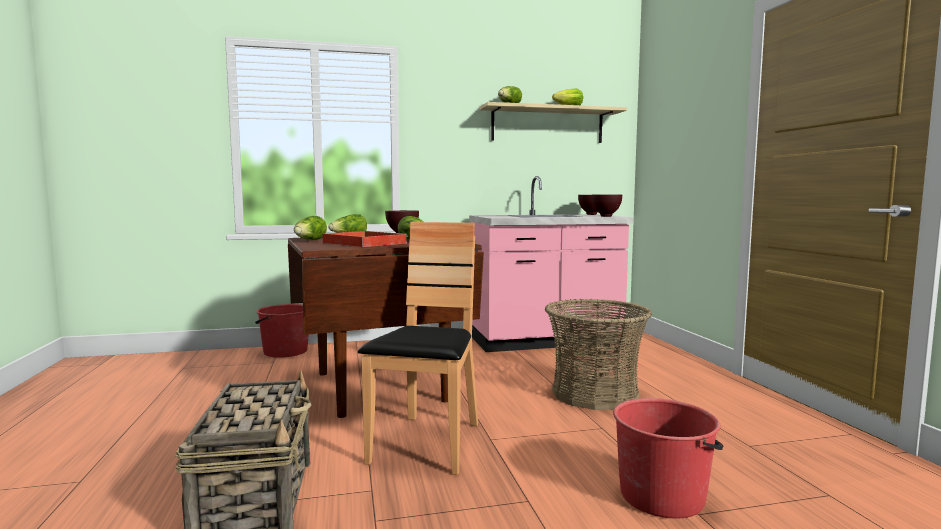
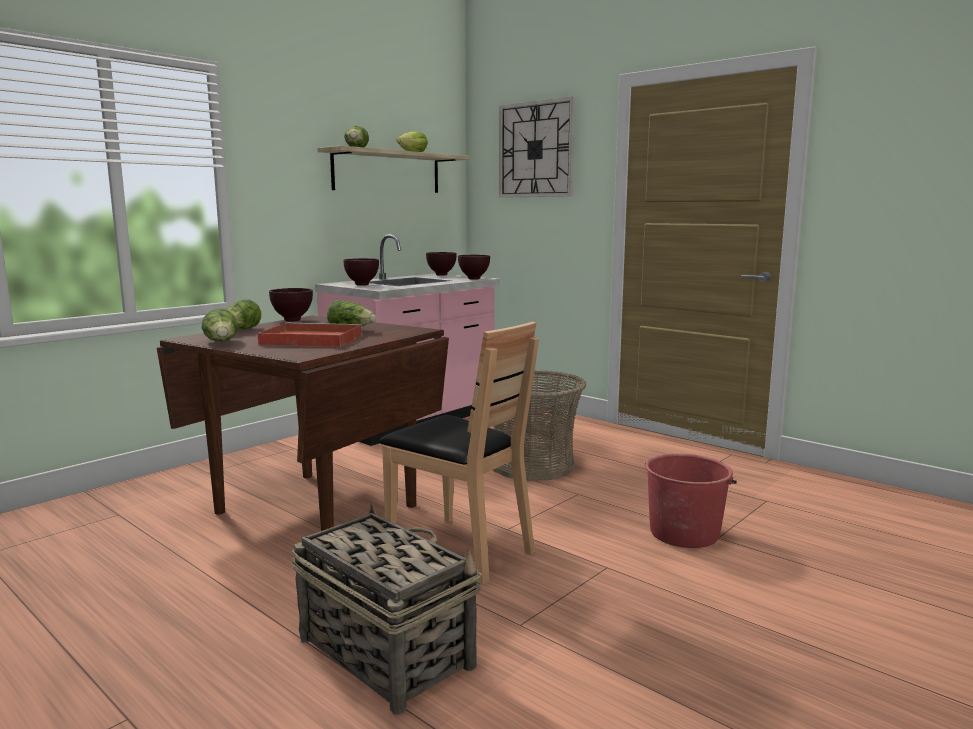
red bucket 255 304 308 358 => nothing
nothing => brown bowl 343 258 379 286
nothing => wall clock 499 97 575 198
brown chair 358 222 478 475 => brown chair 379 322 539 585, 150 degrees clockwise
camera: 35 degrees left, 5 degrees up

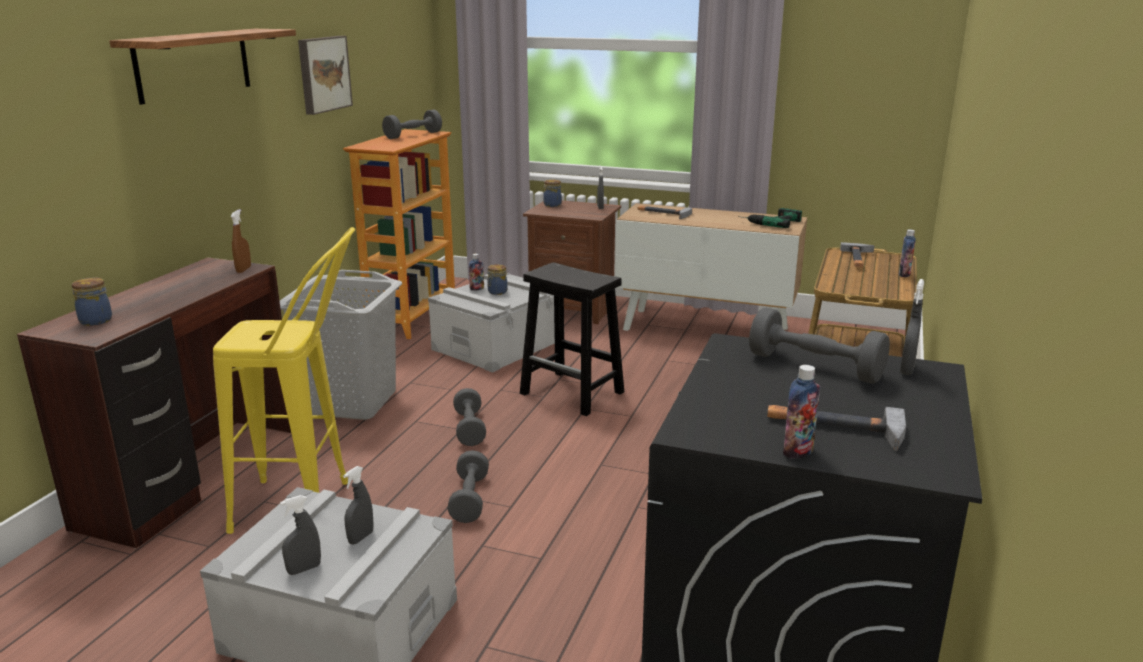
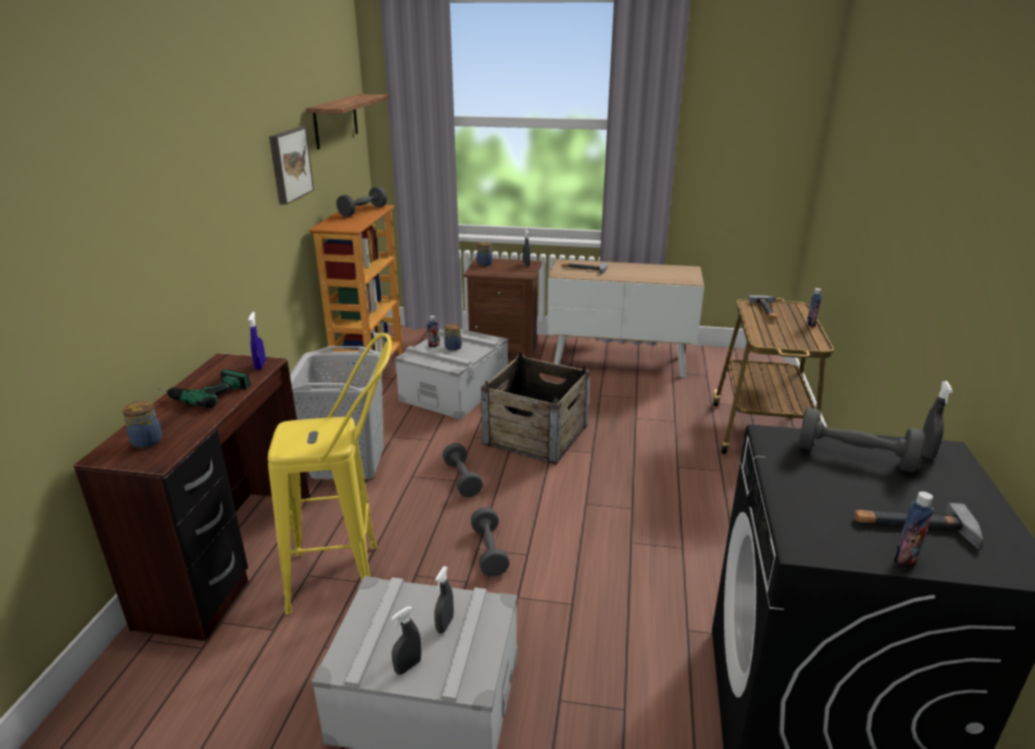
shelf 109 29 296 105 => shelf 306 94 389 149, move
power drill 738 208 802 228 => power drill 158 369 250 408, move
black stool 520 263 624 416 => crate 481 352 590 465
brown spray bottle 231 209 251 273 => blue spray bottle 248 312 266 370
camera: 10 degrees left, 5 degrees up

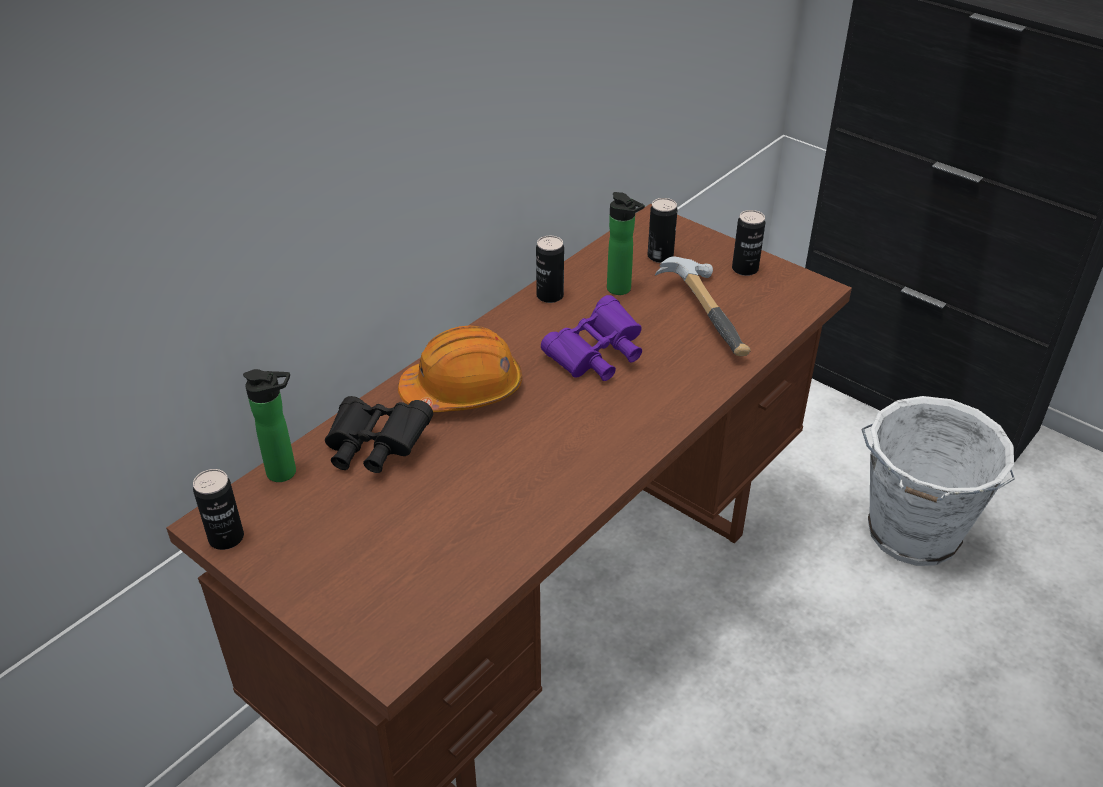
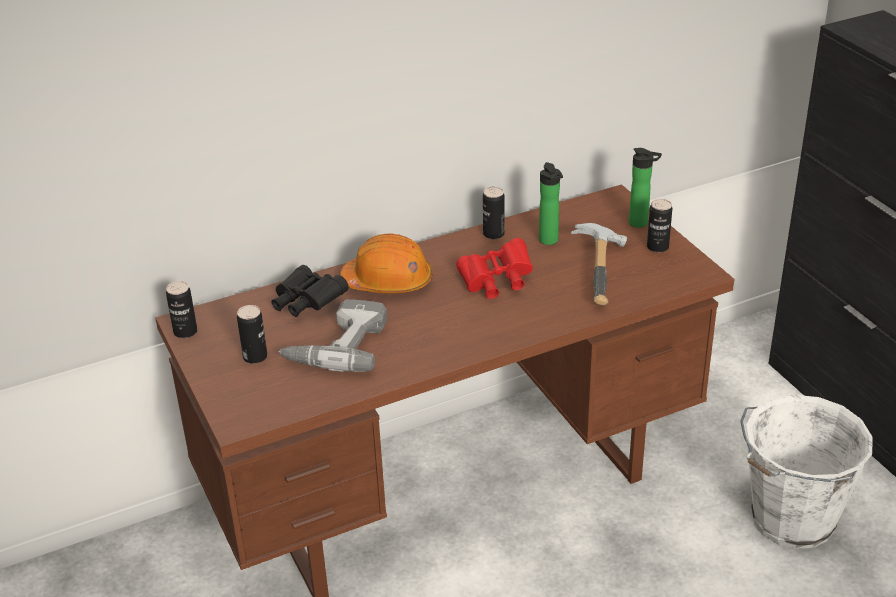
nothing => power drill 279 299 387 372
bottle 243 369 296 482 => bottle 629 148 662 228, move
can 647 198 677 263 => can 237 305 267 364, move
purple binoculars 541 295 642 381 => red binoculars 456 238 533 299
camera: 25 degrees right, 5 degrees down

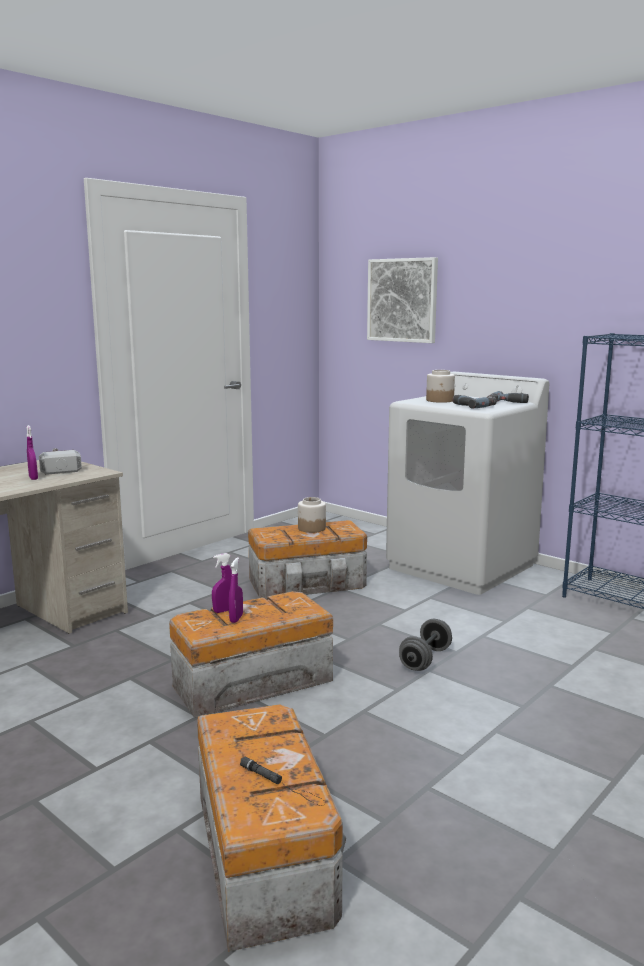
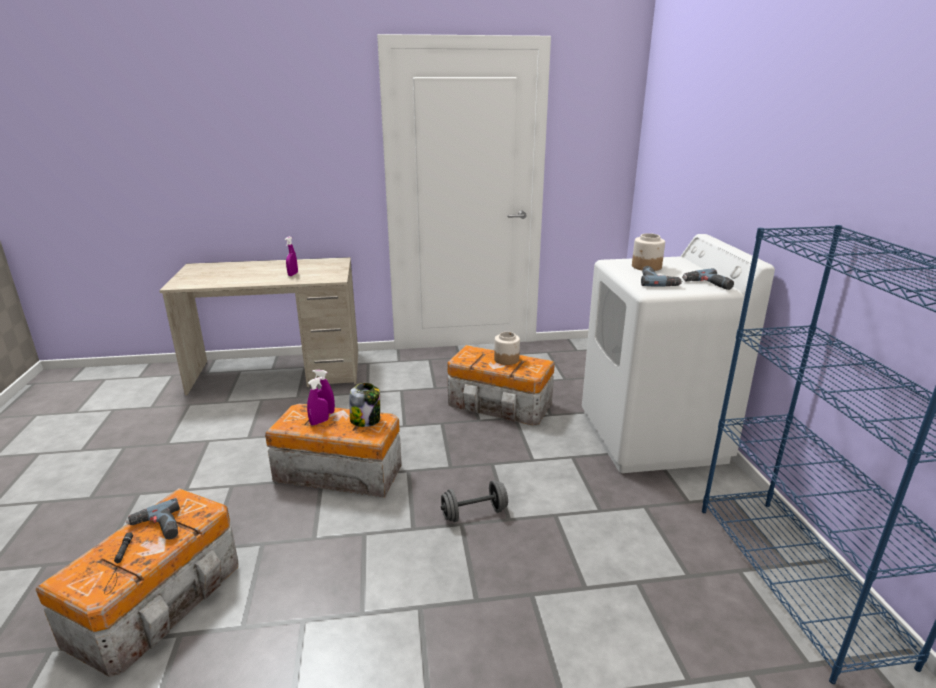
hammer 39 448 82 475 => nothing
picture 367 257 438 343 => nothing
nothing => power drill 126 498 180 539
nothing => jar 350 383 380 427
camera: 40 degrees right, 10 degrees up

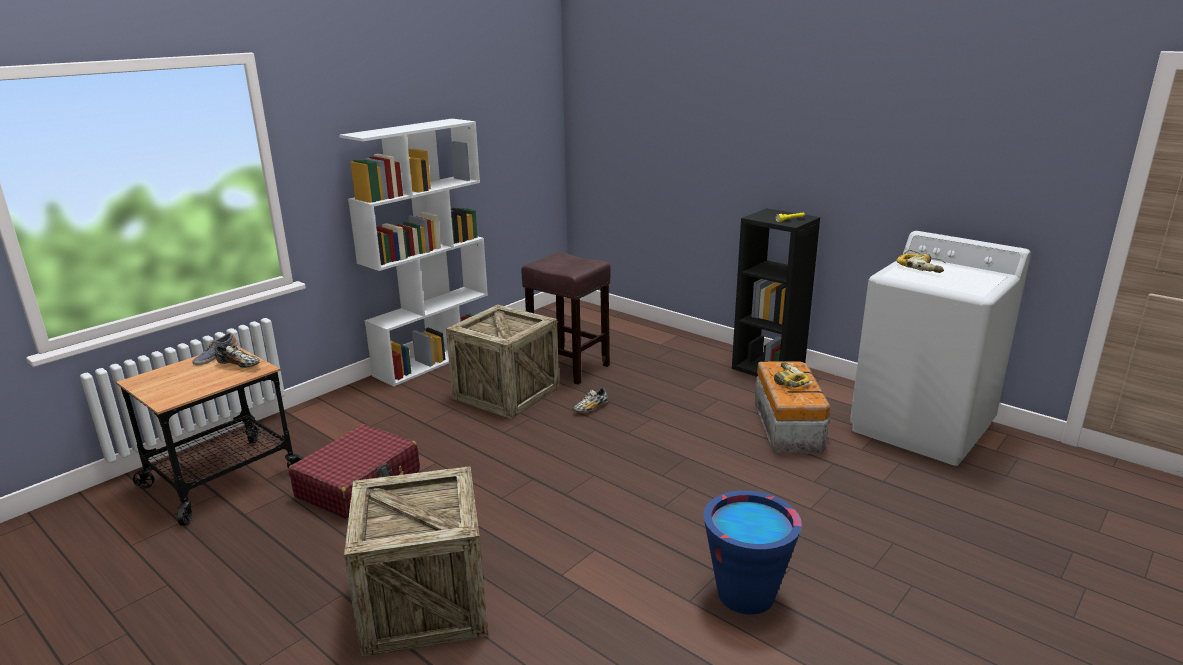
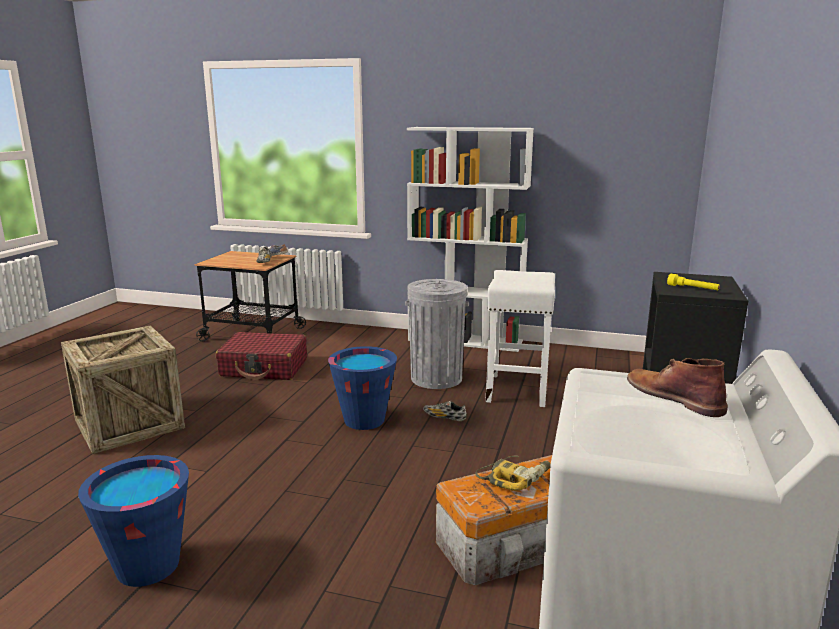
nothing => blue bucket 328 346 397 430
crate 446 304 559 419 => grey trash can 405 279 469 389
power drill 896 250 946 273 => brown boot 627 358 728 417
brown stool 521 252 611 385 => white stool 485 270 555 407
camera: 65 degrees right, 5 degrees down

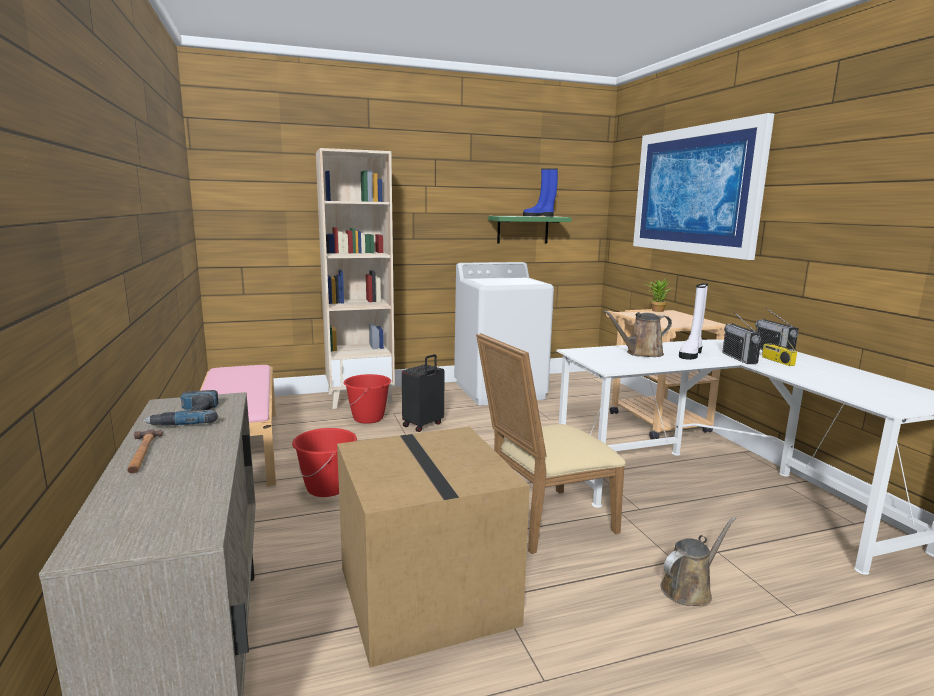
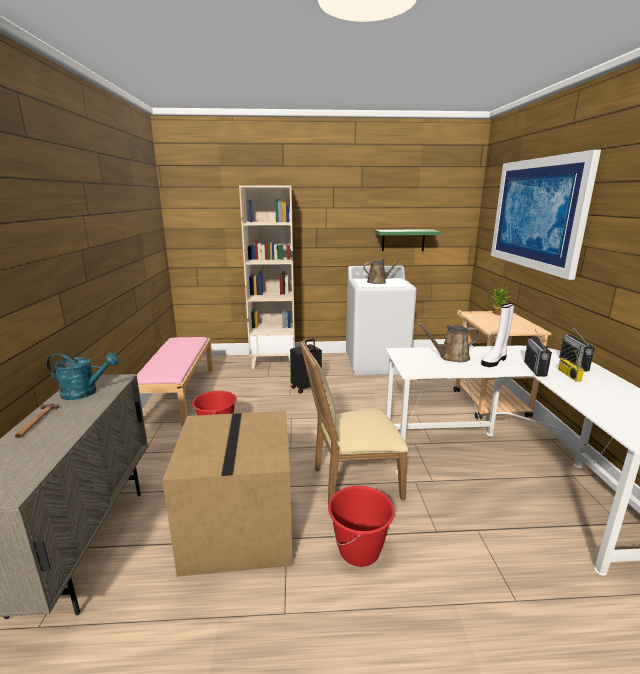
blue boot 523 168 558 217 => nothing
red bucket 344 374 391 424 => red bucket 328 486 395 567, move
brown watering can 660 517 736 606 => brown watering can 364 257 402 284, move
power drill 143 390 219 426 => turquoise watering can 46 353 119 400
camera: 15 degrees right, 5 degrees up

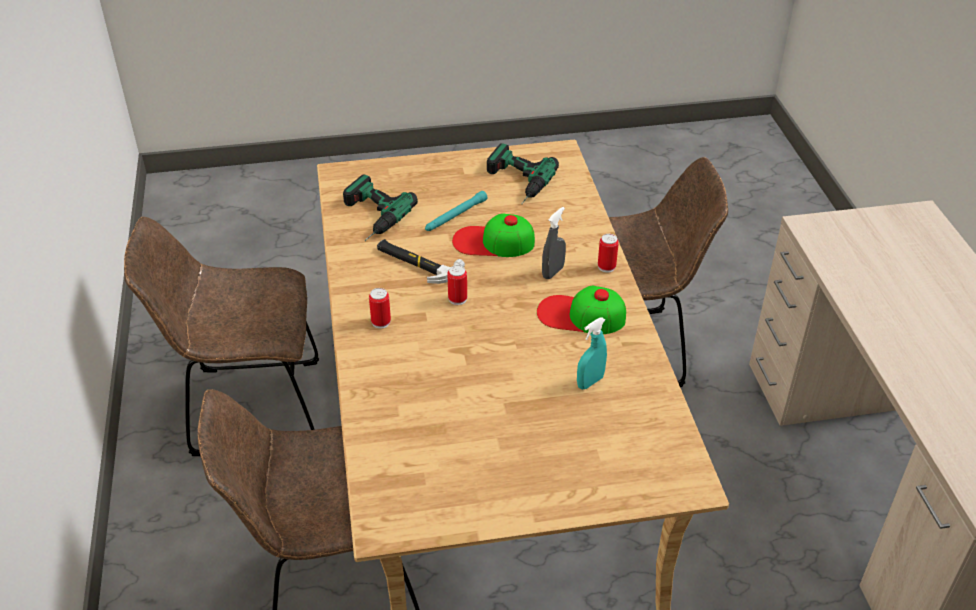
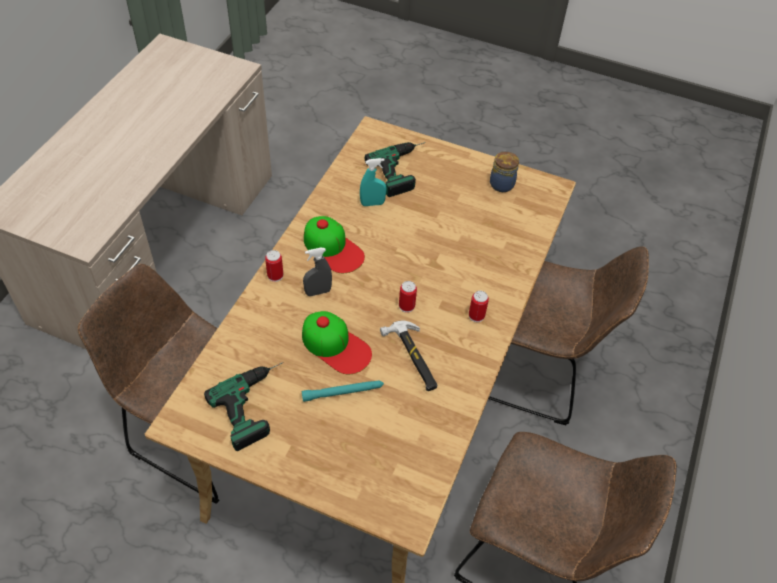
nothing => jar 490 151 519 192
power drill 343 174 418 241 => power drill 365 142 426 197, move
camera: 150 degrees left, 10 degrees up

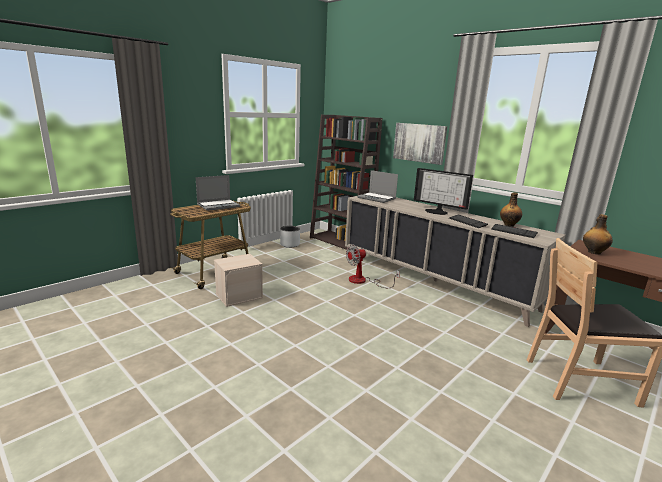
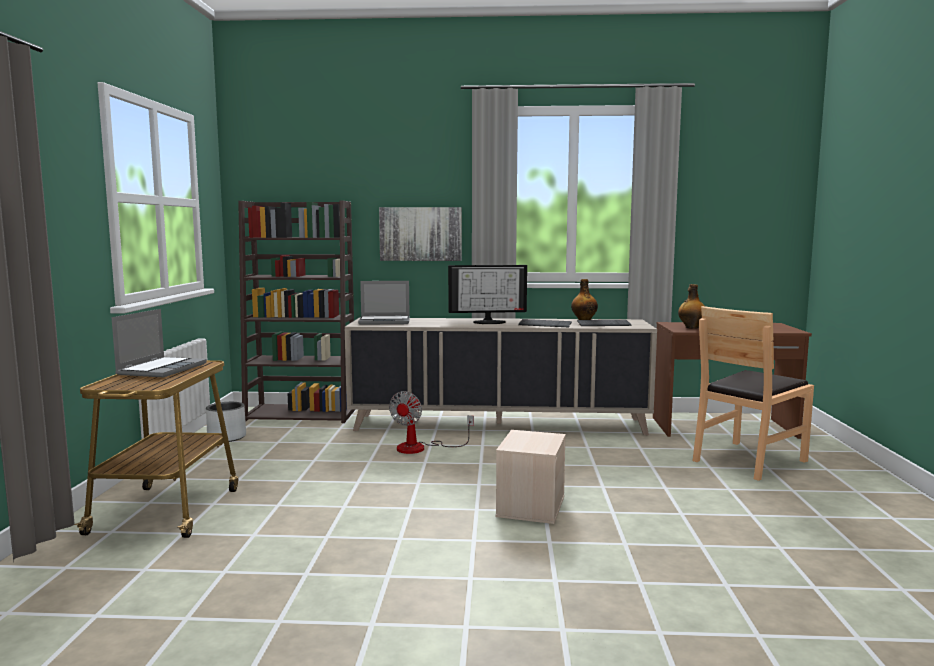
beige storage box 214 254 263 307 => beige storage box 496 430 566 524, move
camera: 40 degrees left, 10 degrees down

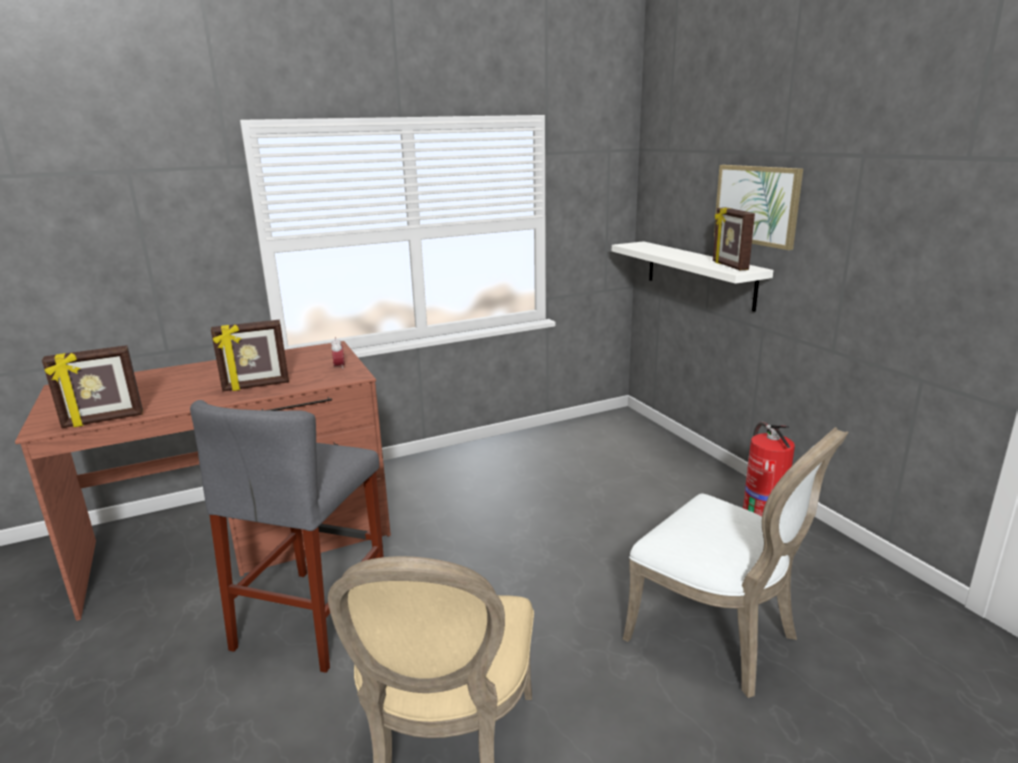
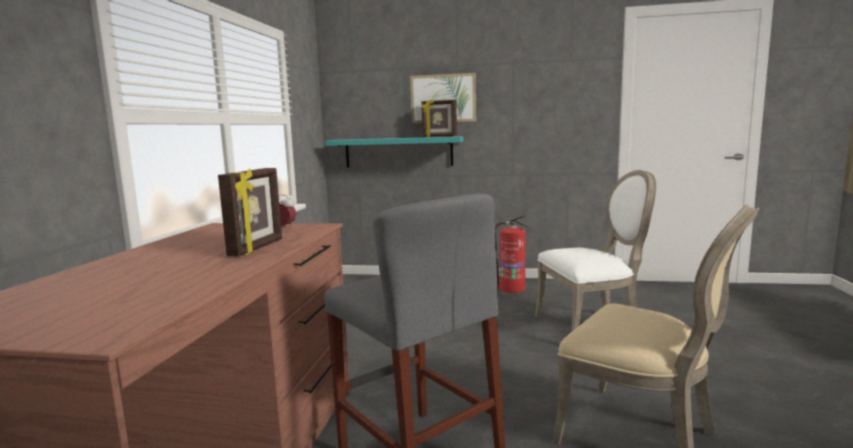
picture frame 42 345 143 428 => nothing
white shelf 612 241 773 312 => turquoise shelf 325 136 464 167
camera: 55 degrees left, 10 degrees down

